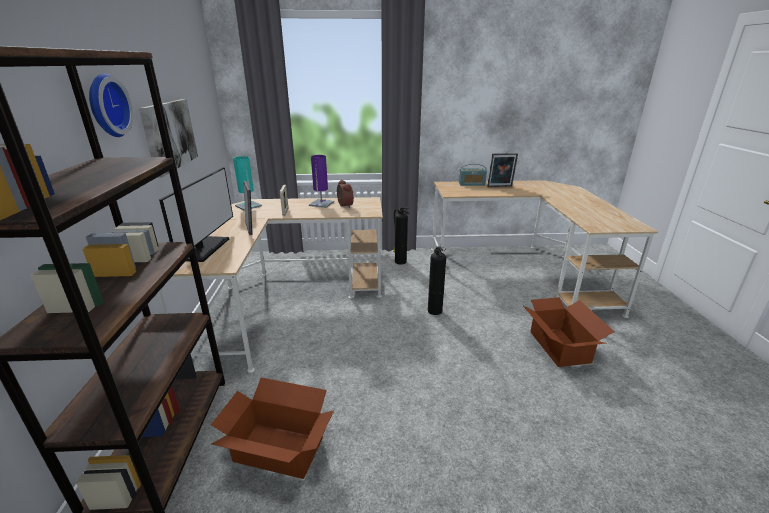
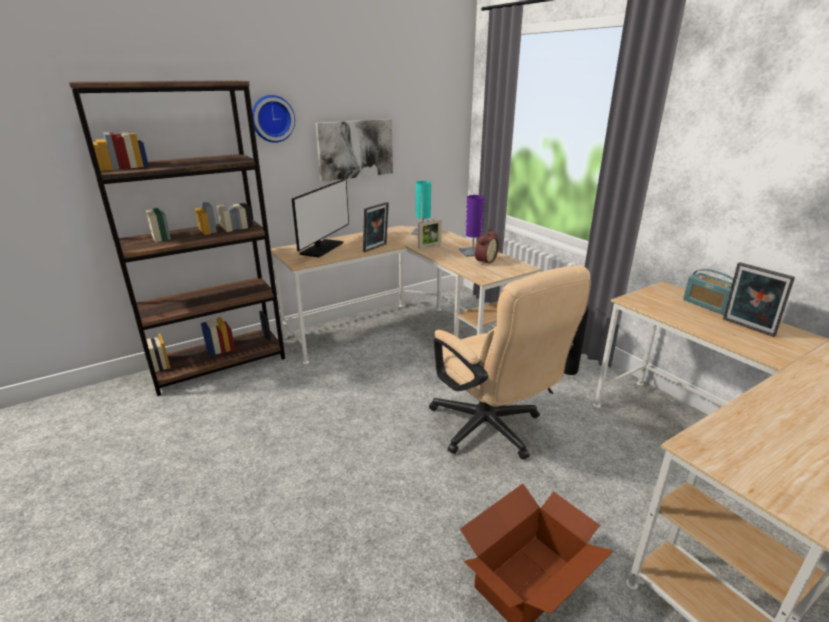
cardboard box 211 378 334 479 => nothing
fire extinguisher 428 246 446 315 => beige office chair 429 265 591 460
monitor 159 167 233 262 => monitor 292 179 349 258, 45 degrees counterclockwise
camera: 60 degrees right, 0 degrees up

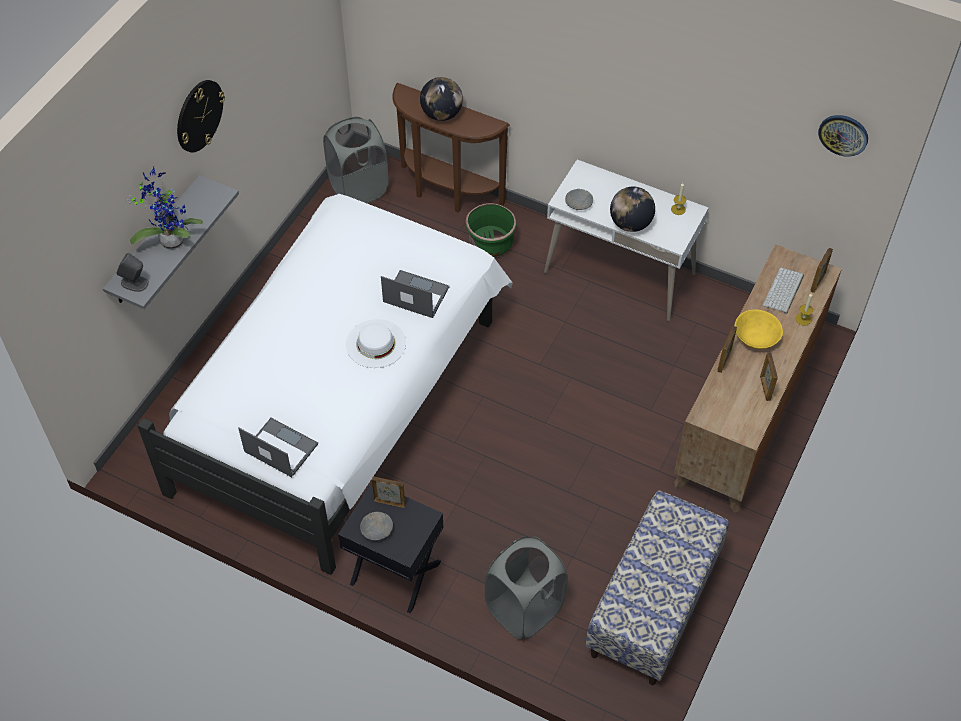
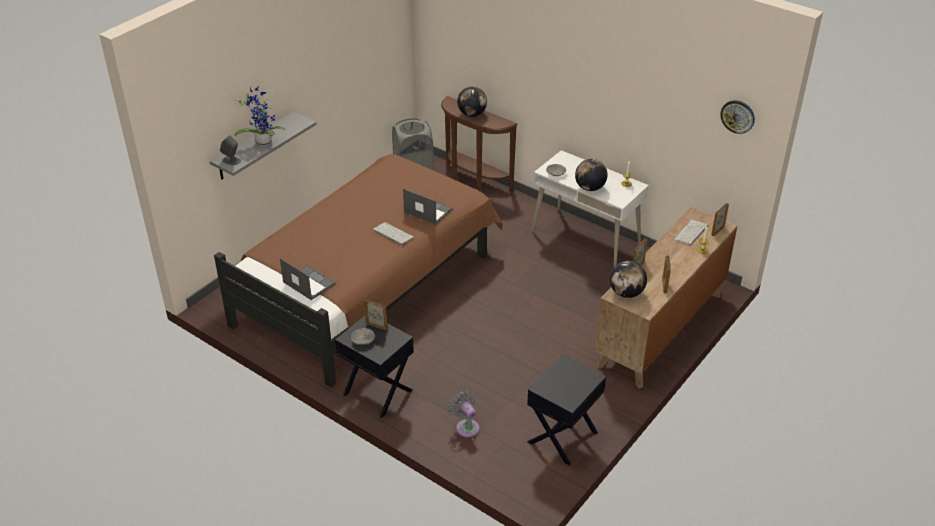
wall clock 177 80 225 153 => nothing
green planter 465 203 517 257 => nothing
yellow bowl 735 309 783 349 => nothing
nothing => globe 610 261 647 298
white hat 346 319 406 368 => keyboard 373 222 414 246
grey laundry basket 485 536 568 639 => grey fan 448 390 479 438
bench 586 491 729 685 => black nightstand 527 354 606 466
white bed 137 194 513 575 => brown bed 214 154 503 387
camera: 10 degrees right, 15 degrees down

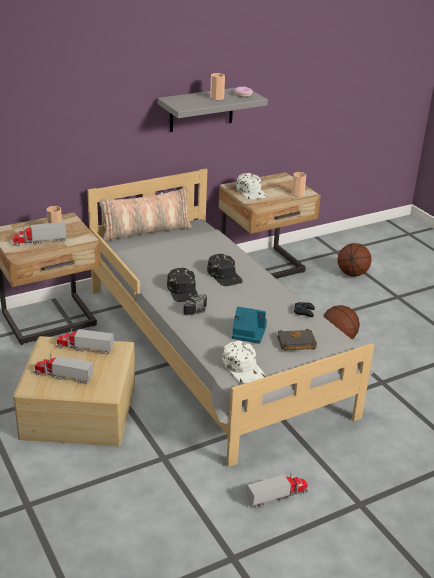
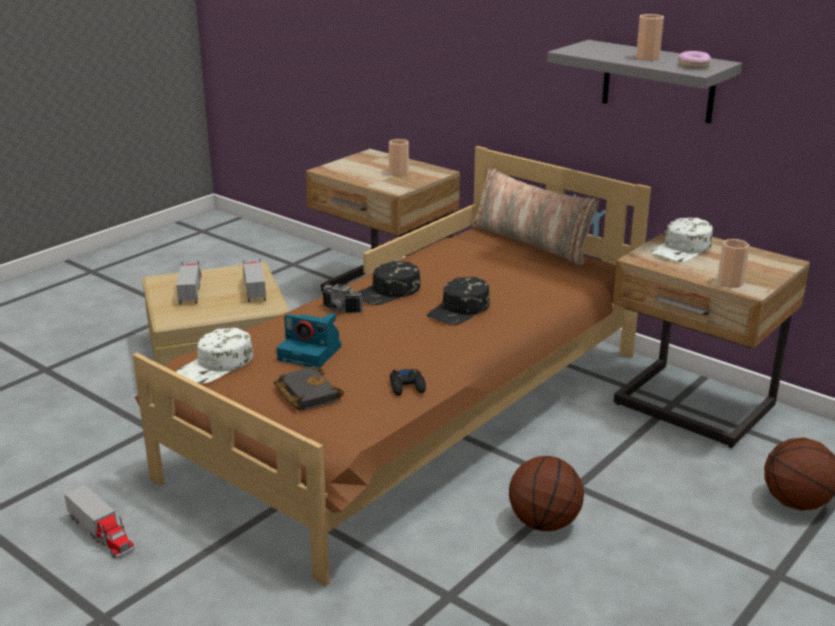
toy truck 13 222 67 246 => nothing
grey bed 87 169 376 467 => brown bed 133 146 651 587
photo camera 232 307 267 344 => photo camera 276 313 341 368, 120 degrees clockwise
camera: 70 degrees right, 5 degrees down

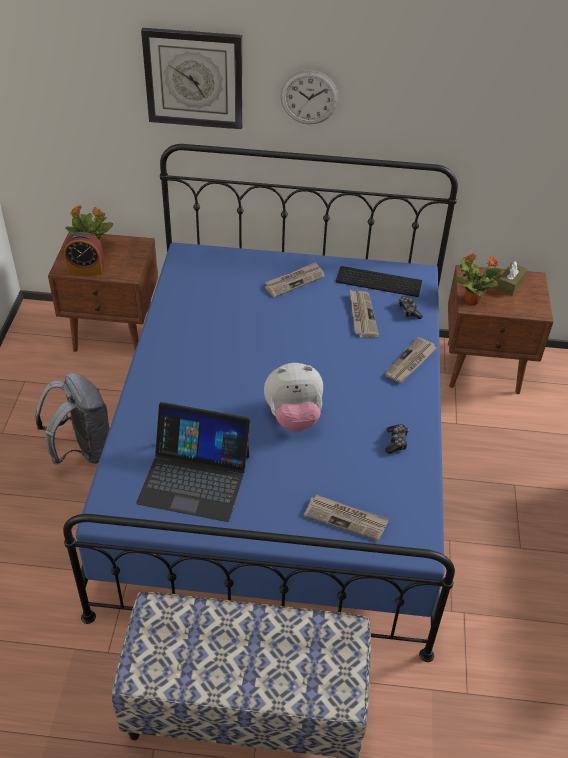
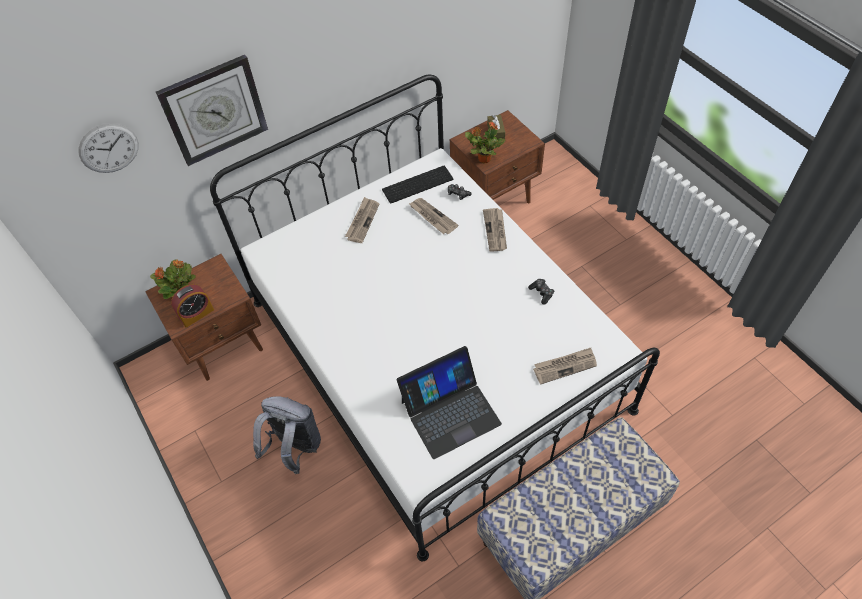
plush toy 264 363 323 432 => nothing
wall clock 281 70 338 124 => wall clock 78 123 139 173, move
blue bed 63 144 458 662 => white bed 210 74 660 561
camera: 35 degrees left, 10 degrees up

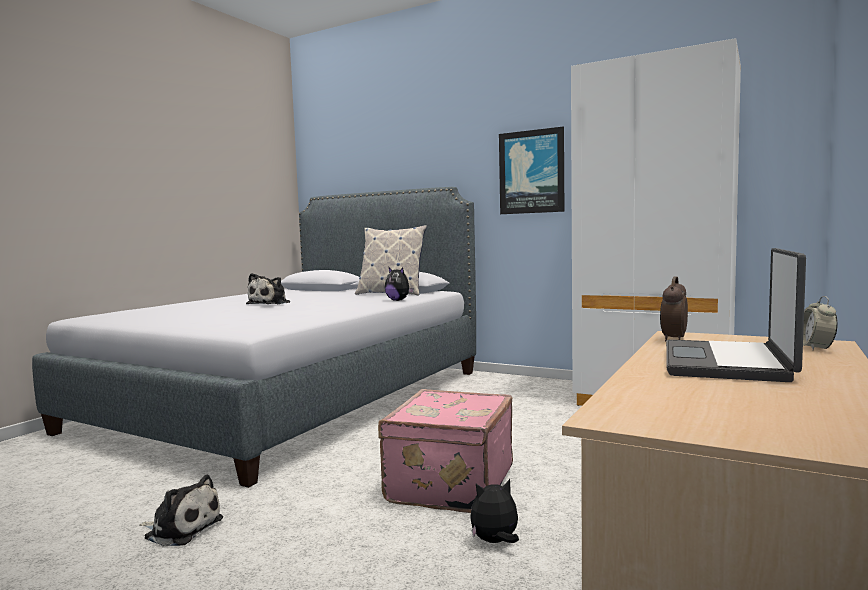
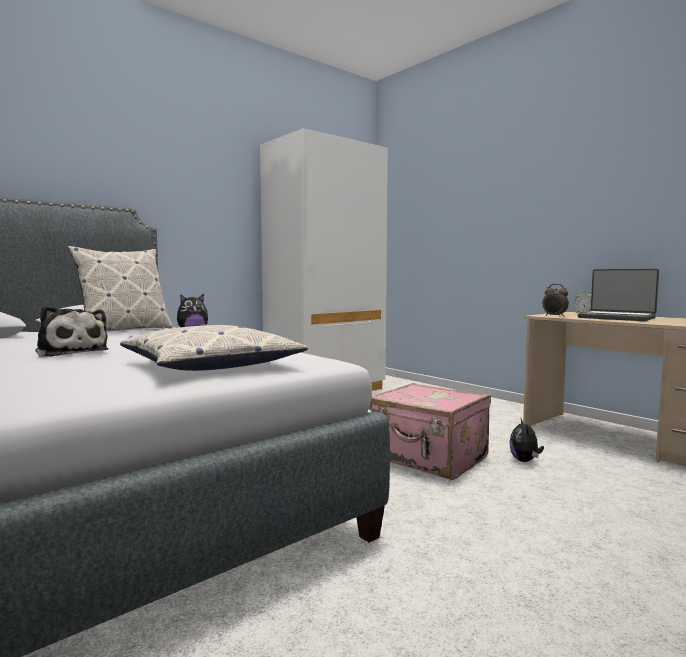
plush toy 139 475 223 546 => nothing
picture 499 127 564 214 => nothing
nothing => pillow 120 324 308 371
camera: 70 degrees left, 0 degrees up

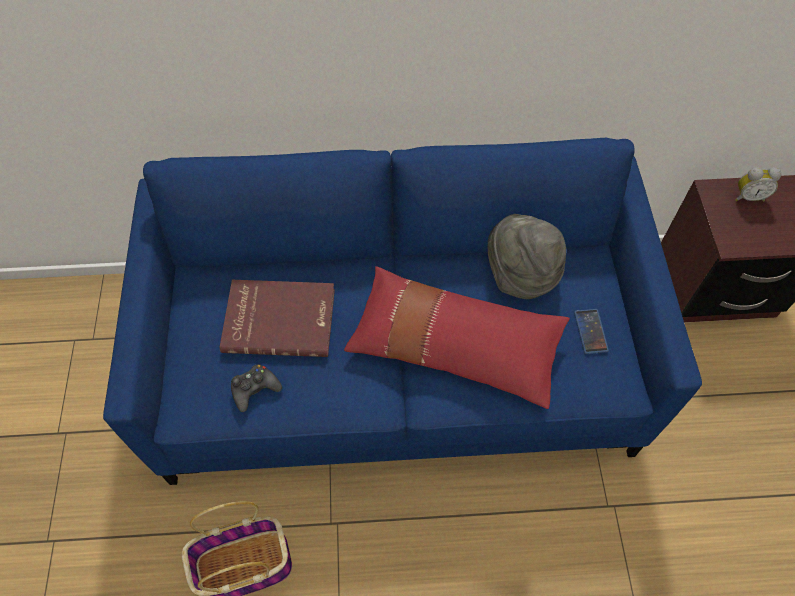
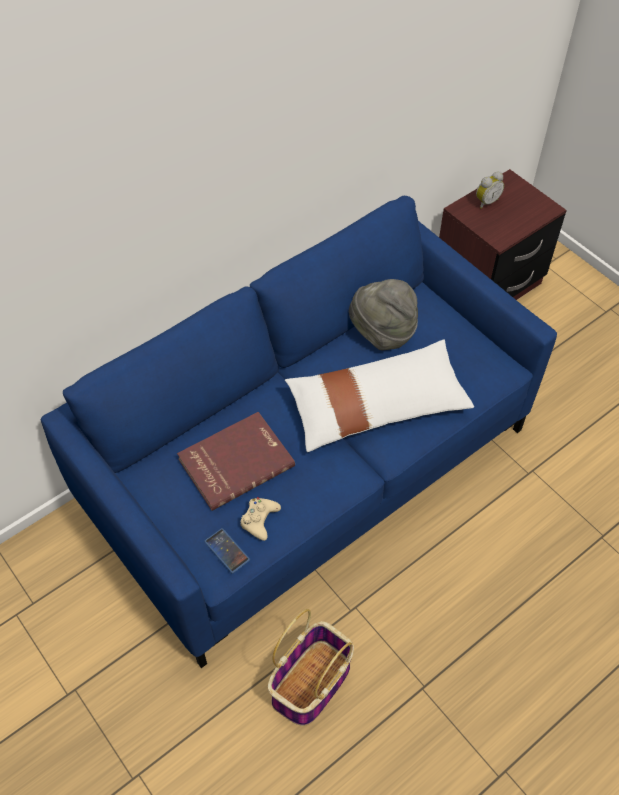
phone 574 309 609 354 => phone 204 528 250 573, move
black game controller 231 364 282 412 => beige game controller 240 497 281 541
red pillow 344 266 570 409 => white pillow 285 340 474 452
camera: 35 degrees left, 5 degrees down

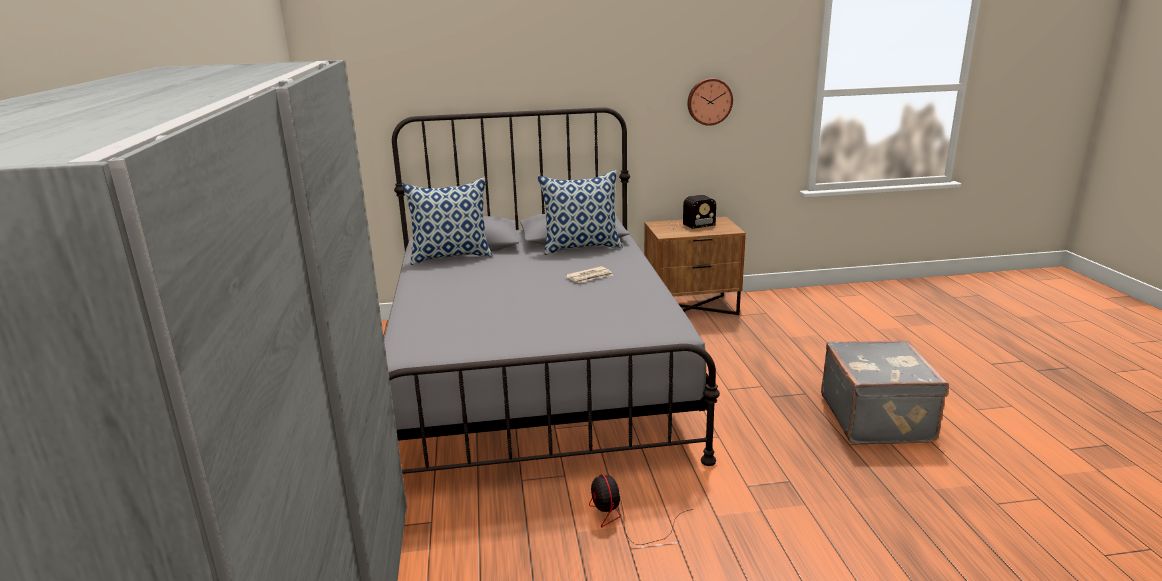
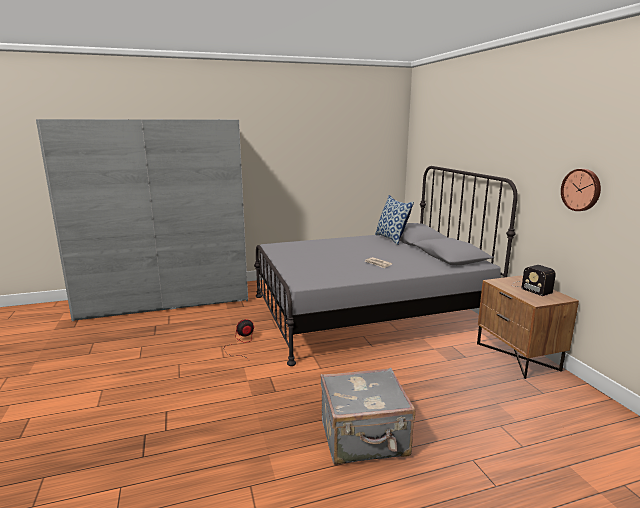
pillow 538 170 623 255 => nothing
camera: 80 degrees right, 5 degrees down

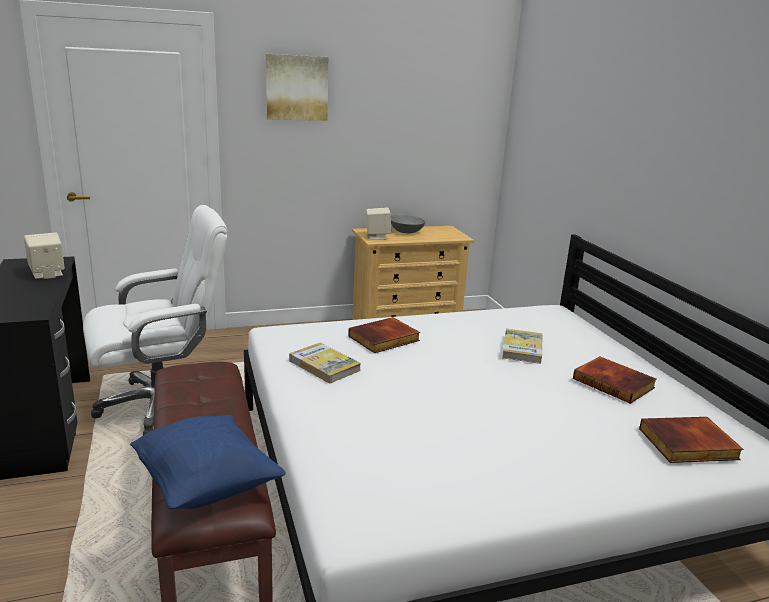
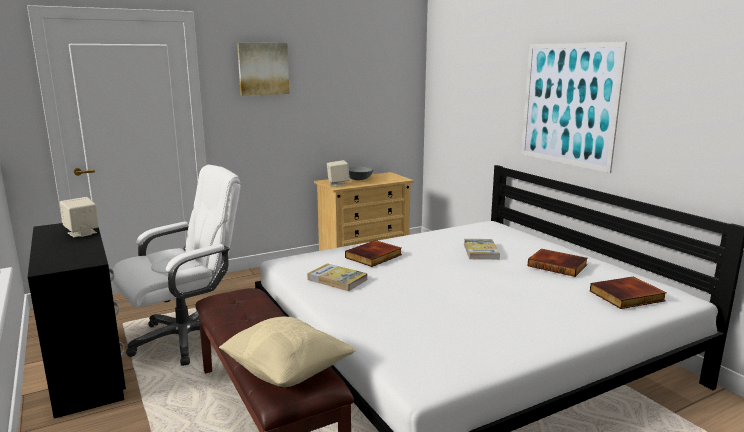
nothing => picture 521 42 627 173
blue pillow 130 415 286 509 => beige pillow 219 317 356 387
camera: 10 degrees left, 5 degrees down

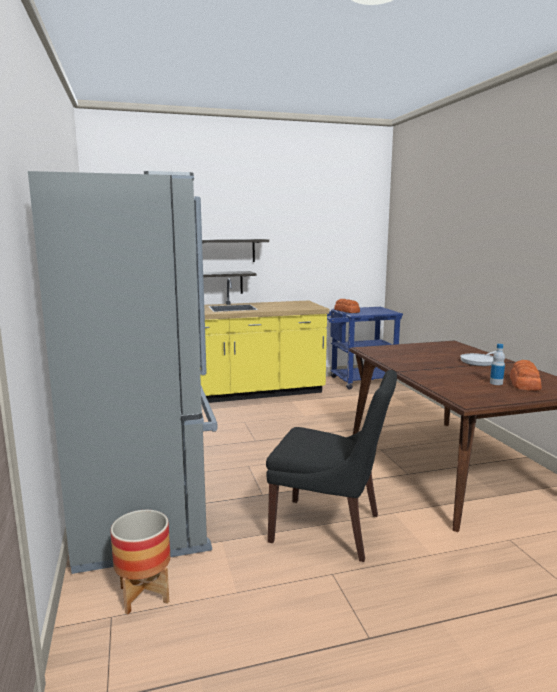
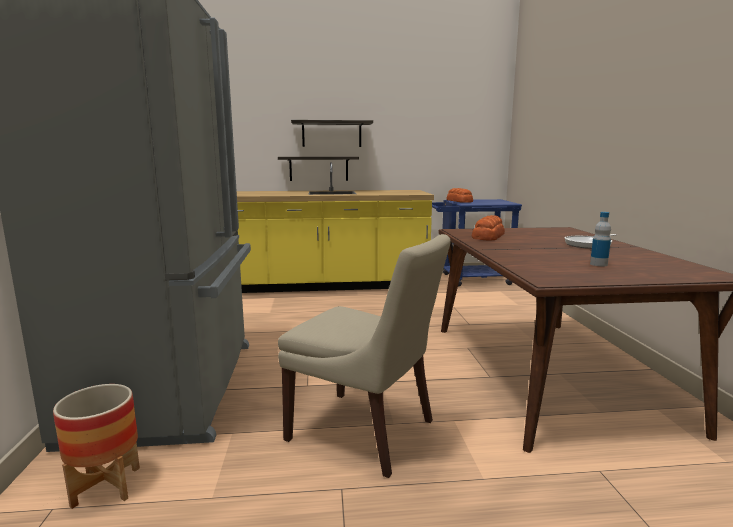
bread 510 360 542 391 => bread 472 215 505 241, move
black chair 266 370 397 562 => beige chair 278 234 451 478
camera: 10 degrees right, 0 degrees up

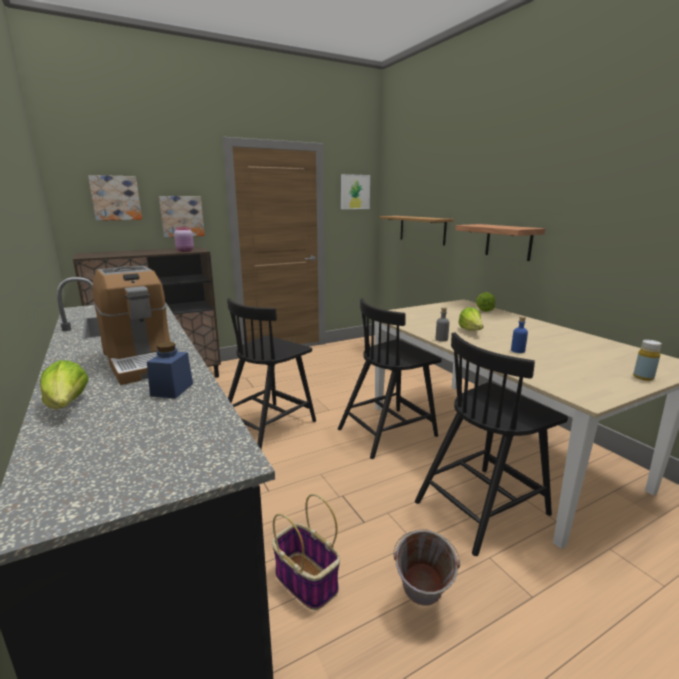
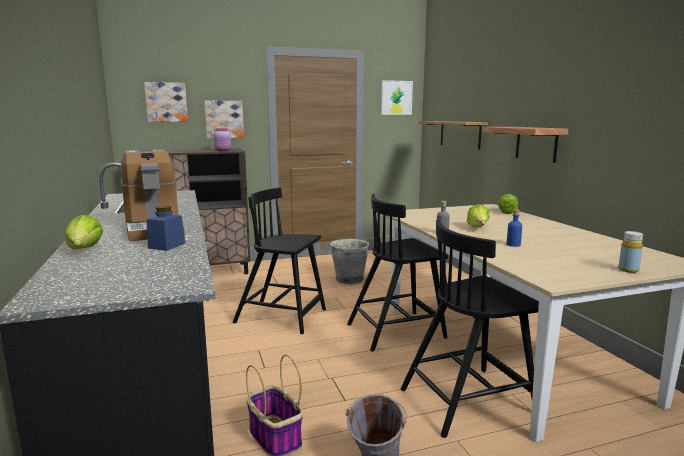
nothing => grey bucket 328 238 369 284
black chair 227 298 316 449 => black chair 233 187 326 334, 60 degrees clockwise
camera: 10 degrees right, 5 degrees down

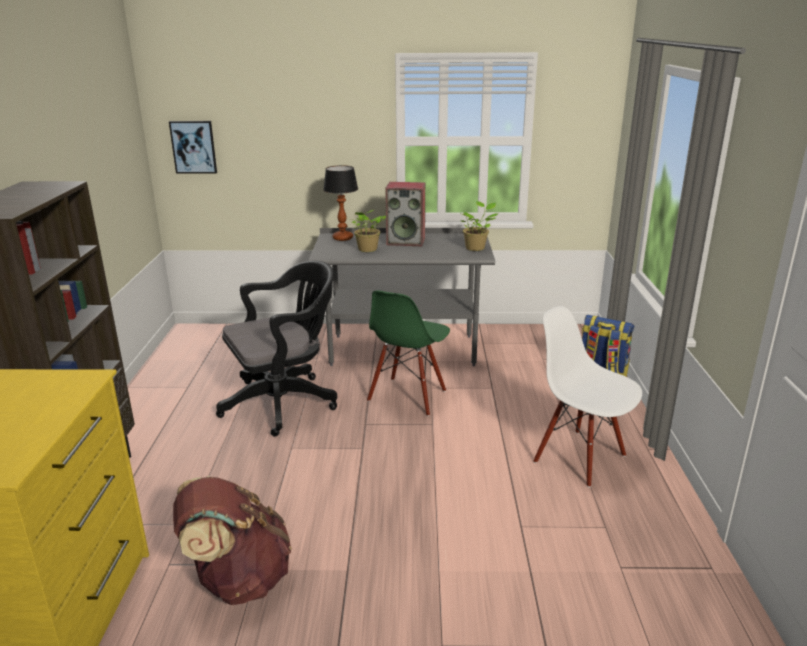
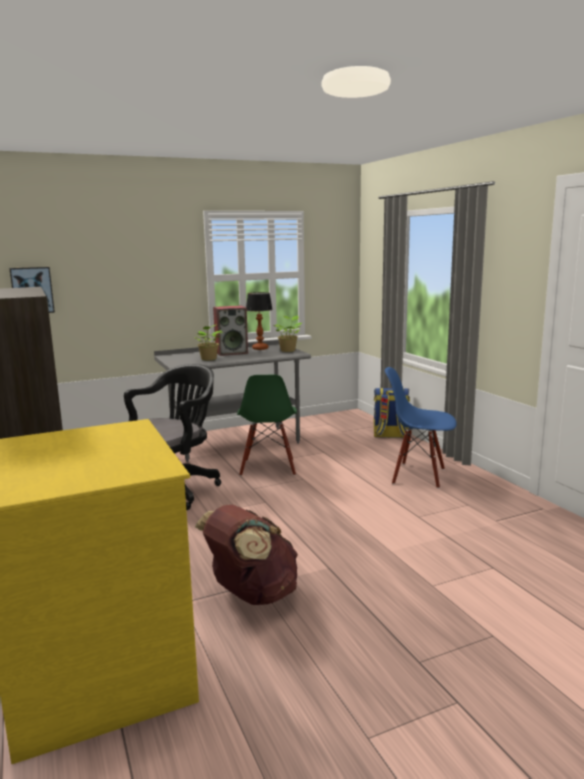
table lamp 323 165 358 241 => table lamp 246 292 273 350, move
white chair 533 306 642 487 => blue chair 385 367 457 489
camera: 25 degrees left, 10 degrees down

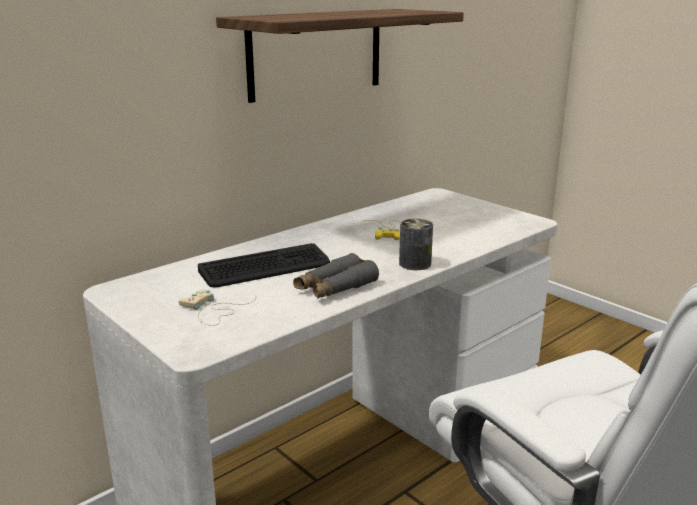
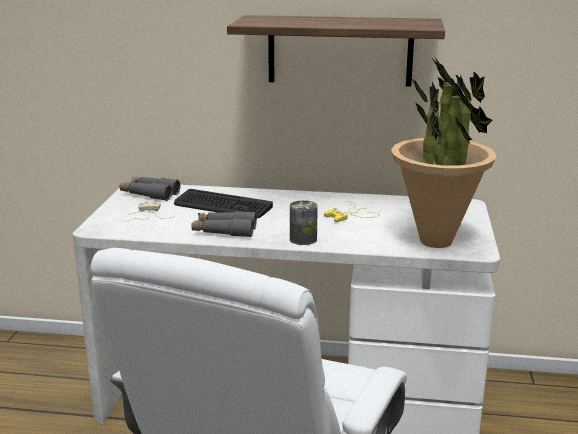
nothing => grey binoculars 119 177 180 201
nothing => potted plant 391 54 496 248
camera: 50 degrees right, 0 degrees up

